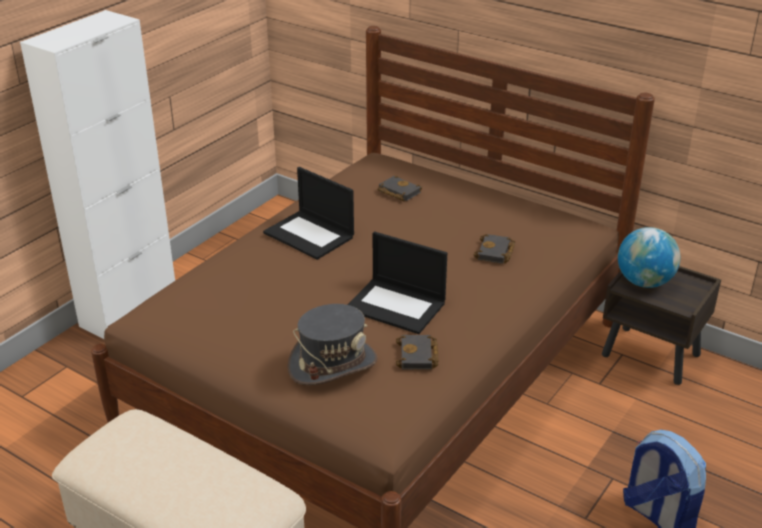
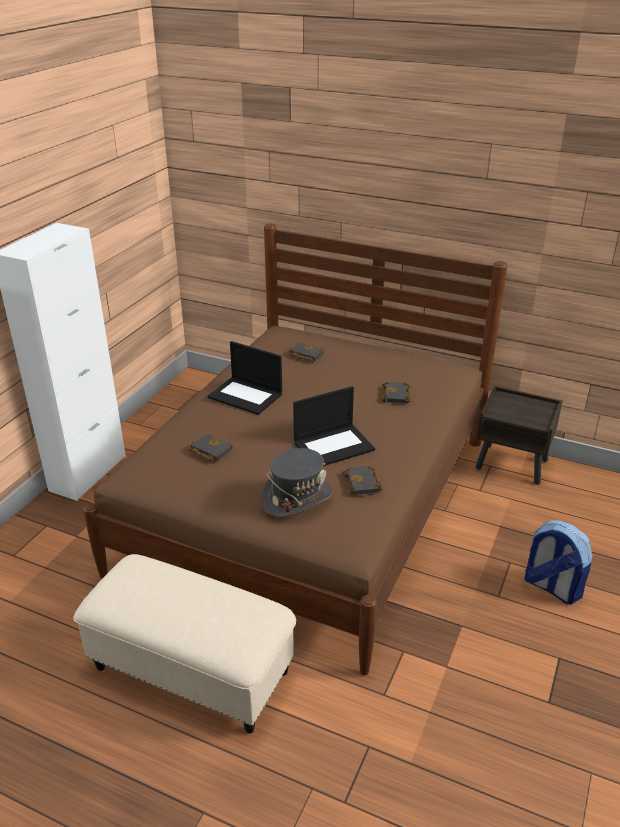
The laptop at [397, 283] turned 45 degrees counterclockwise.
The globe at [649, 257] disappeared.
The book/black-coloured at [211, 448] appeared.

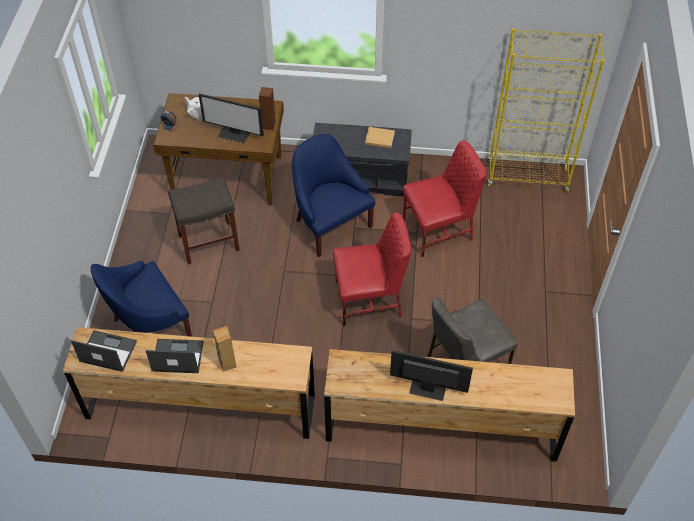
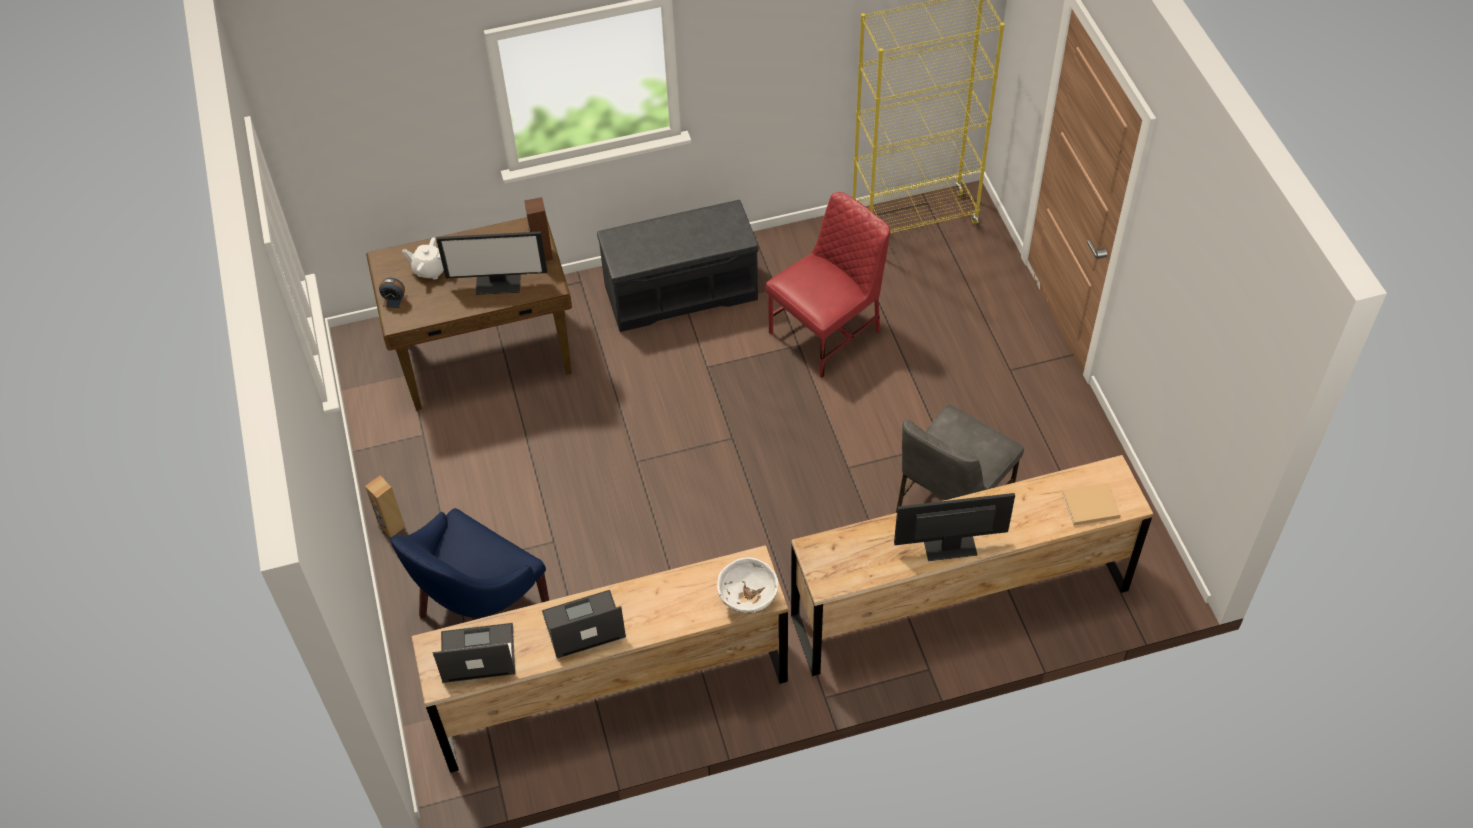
The stool/greyish at [204, 220] disappeared.
The loudspeaker/brownish moved from [224, 349] to [385, 507].
The armchair/blue at [333, 195] disappeared.
The upright chair/red-coloured at [372, 269] disappeared.
The book/sand-coloured moved from [380, 137] to [1091, 504].
The deep dish/whitish at [747, 585] appeared.

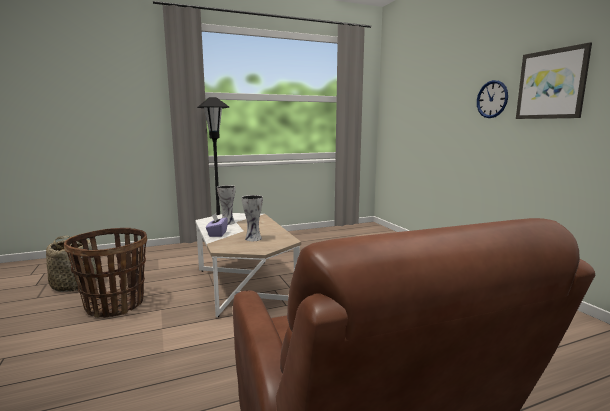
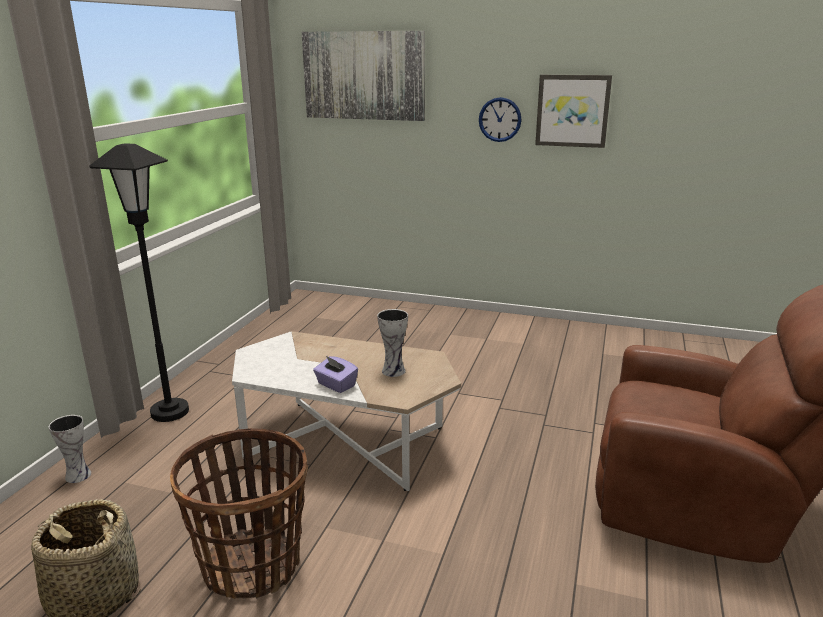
The flower vase moved from [226, 205] to [70, 449].
The wall art at [363, 76] appeared.

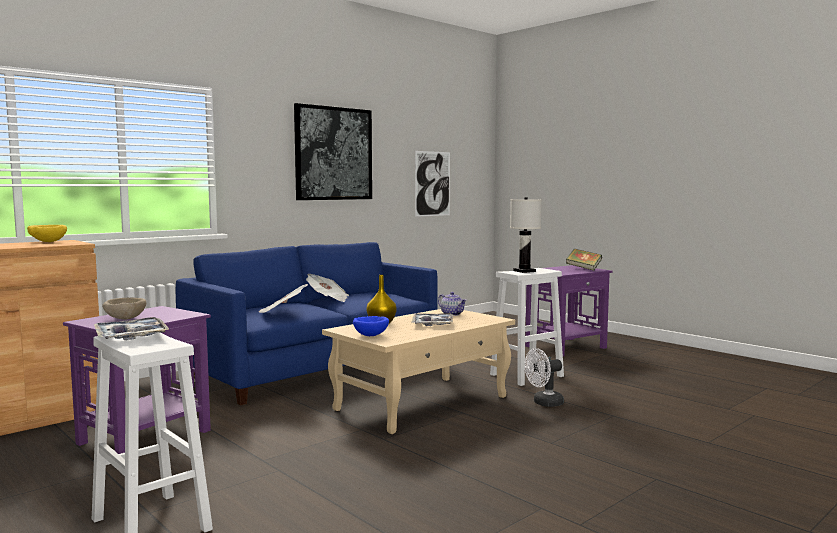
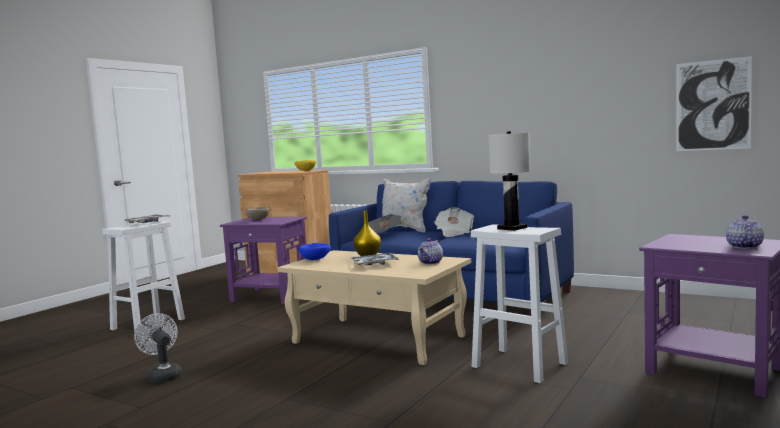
The wall art at [333, 151] disappeared.
The electric fan/whitish moved from [544, 377] to [158, 348].
The book at [584, 260] was replaced by the pot for tea at [745, 232].
The throw pillow/whitish at [407, 205] appeared.

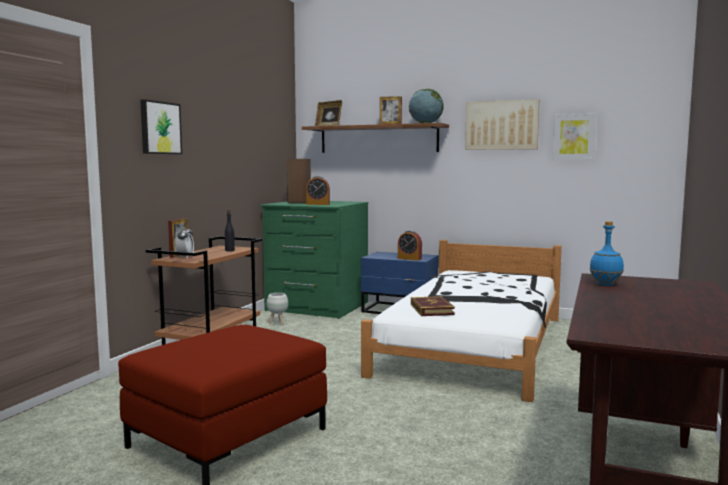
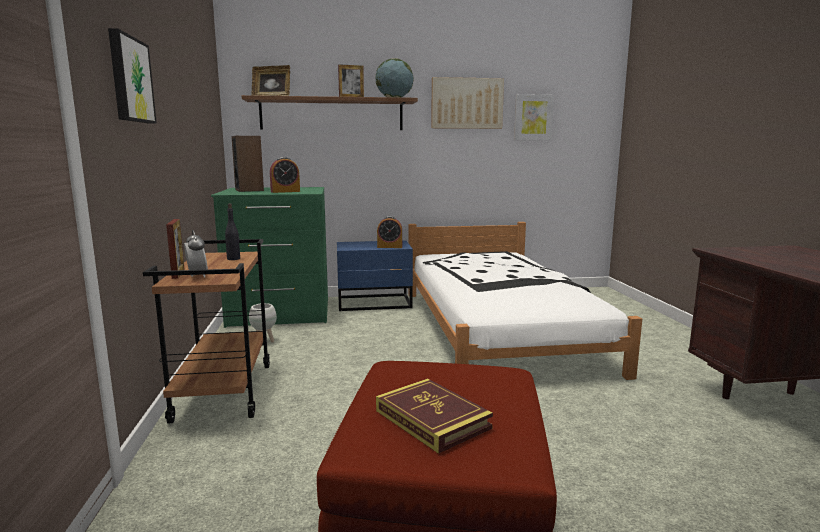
The book moved from [433, 306] to [434, 416].
The bottle/blue at [607, 253] disappeared.

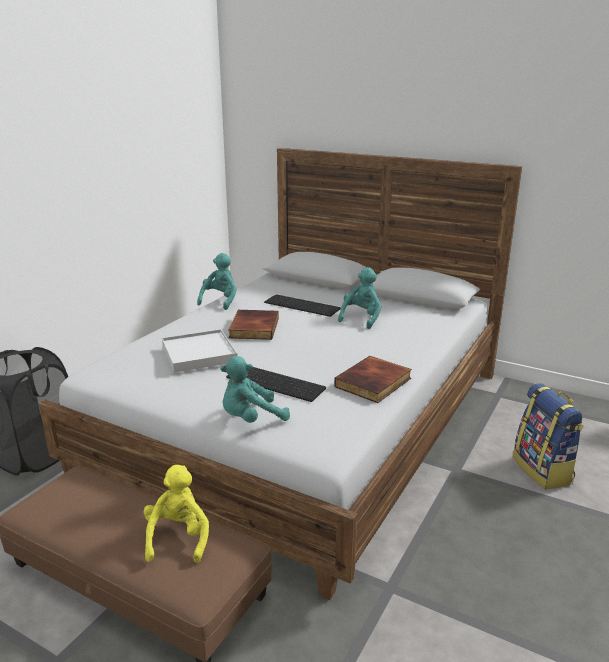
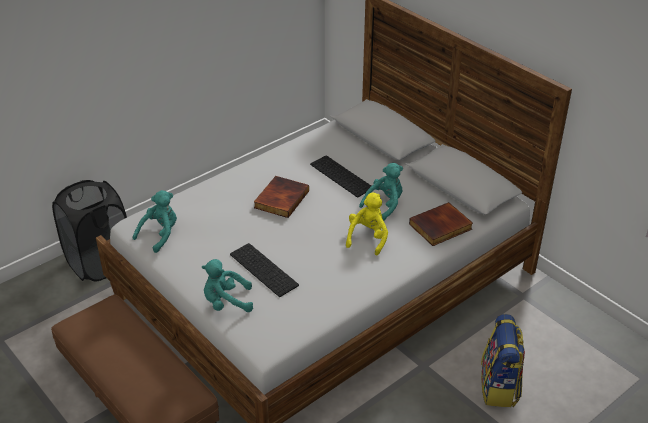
The cuddly toy/yellowish moved from [176, 514] to [367, 223].
The serving tray/whitish at [199, 351] disappeared.
The cuddly toy/turquoise moved from [217, 281] to [155, 221].
The book moved from [373, 379] to [441, 224].

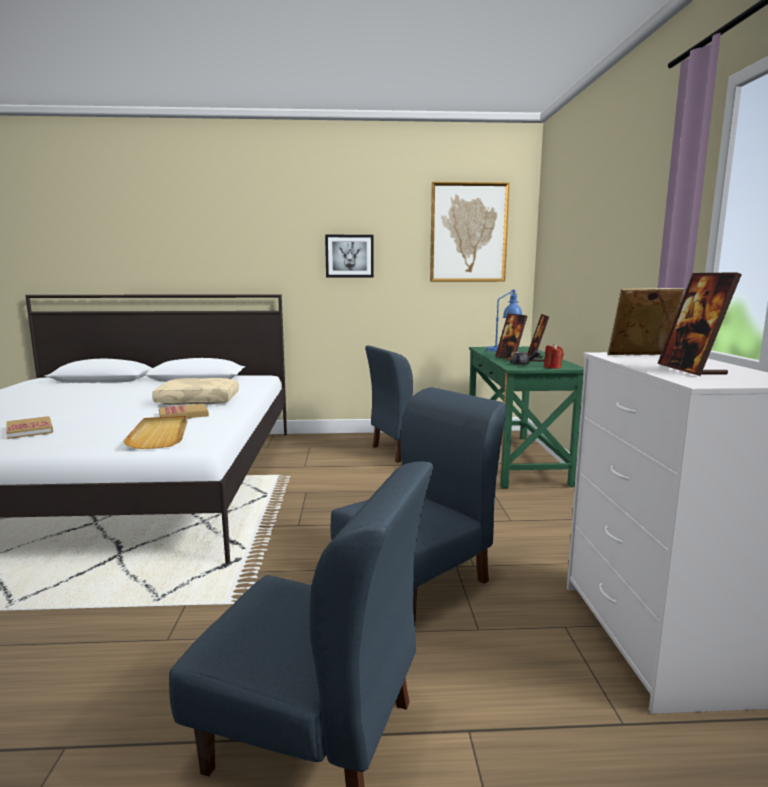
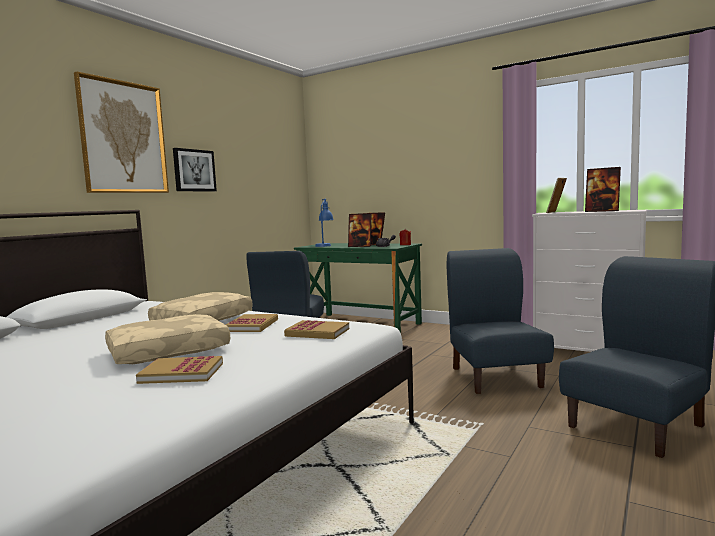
The serving tray/sand-coloured at [155, 432] was replaced by the book at [316, 329].
The wall art moved from [470, 232] to [121, 132].
The throw pillow/sand-coloured at [167, 339] appeared.

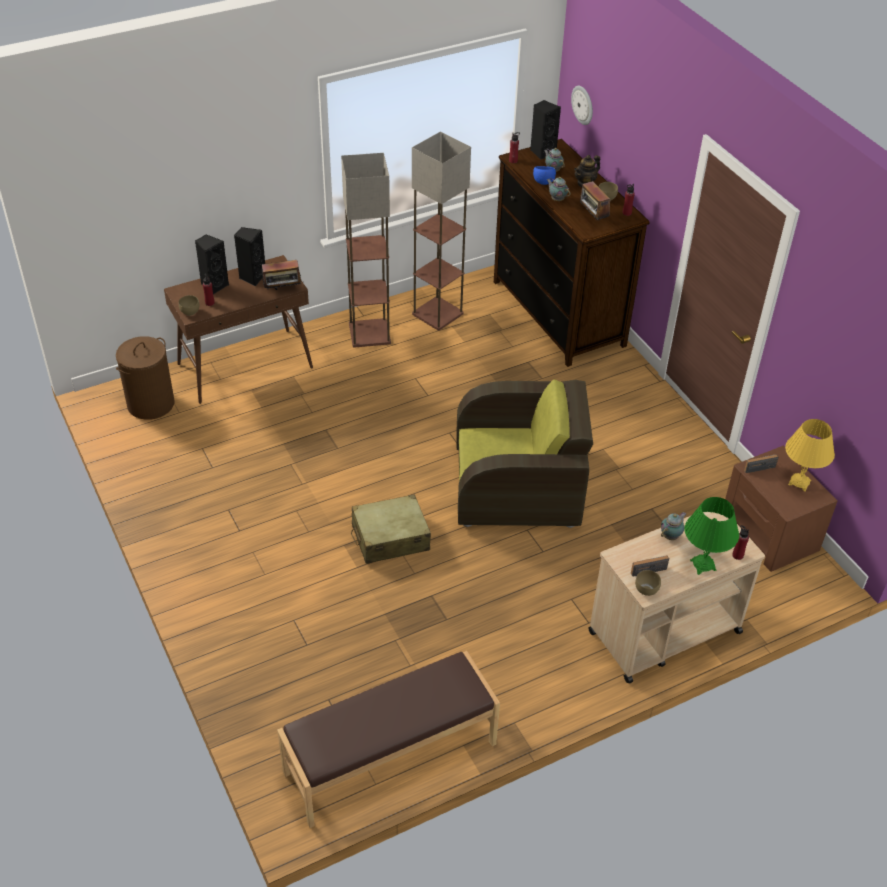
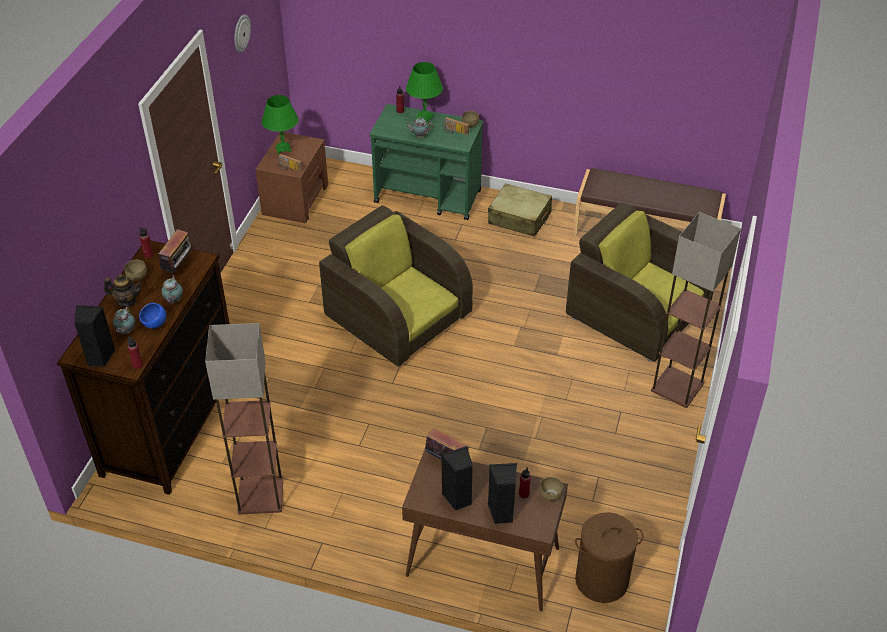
The floor lamp moved from [366, 250] to [696, 310].
The suitcase/sand-coloured moved from [391, 529] to [520, 210].
The clock on the wall moved from [582, 105] to [242, 33].
The wheeled cart/sand-coloured at [676, 597] became the wheeled cart/greenish at [426, 162].
The lamp for a table/yellowish at [810, 455] became the lamp for a table/greenish at [280, 124].
The armchair/brownish at [640, 282] appeared.

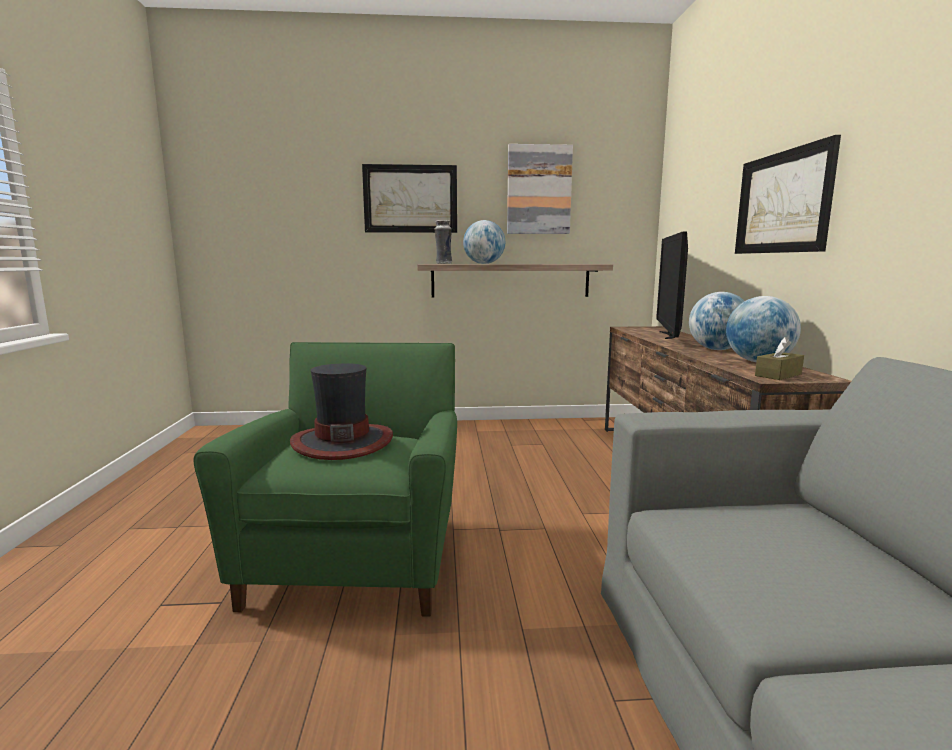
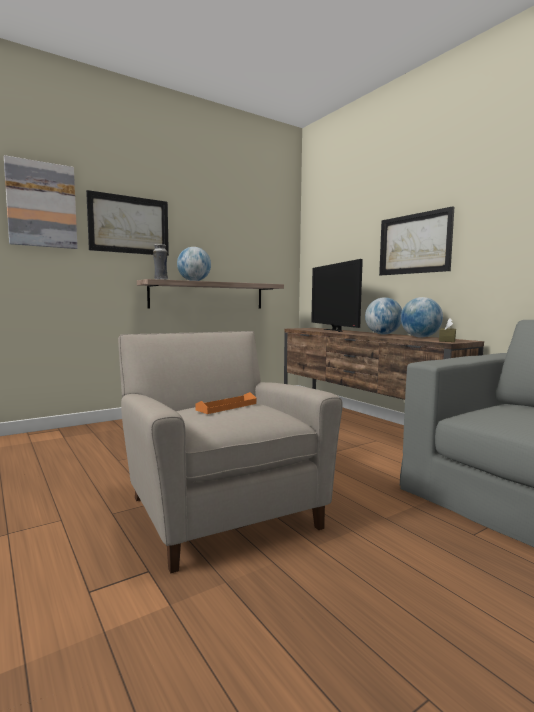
The armchair/greenish at [325, 479] became the armchair/sand-coloured at [230, 452].
The wearable hat at [341, 411] was replaced by the serving tray/orange-coloured at [225, 403].
The wall art moved from [540, 189] to [40, 202].

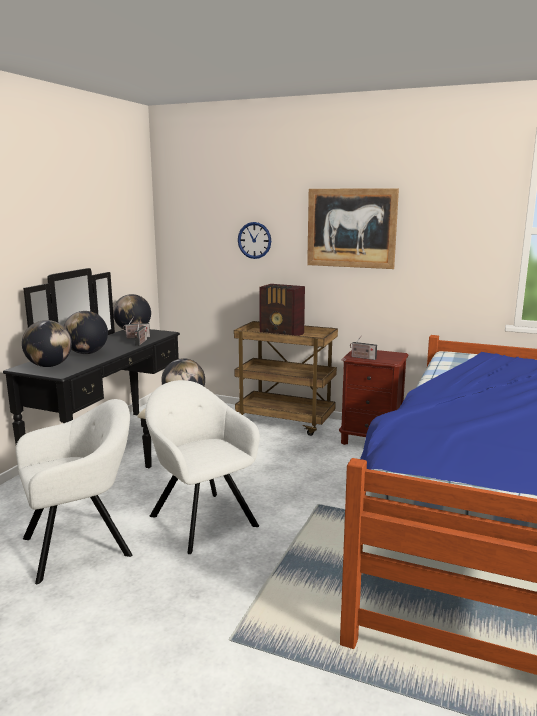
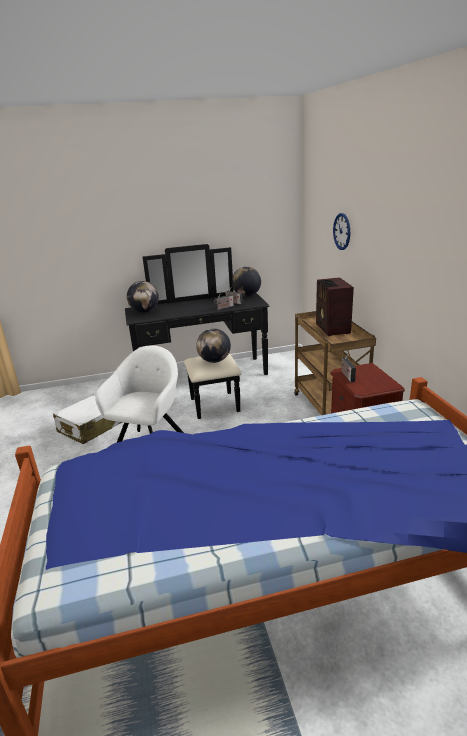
The armchair/whitish at [74, 491] was replaced by the suitcase/whitish at [87, 419].
The globe at [86, 332] disappeared.
The wall art at [353, 228] disappeared.

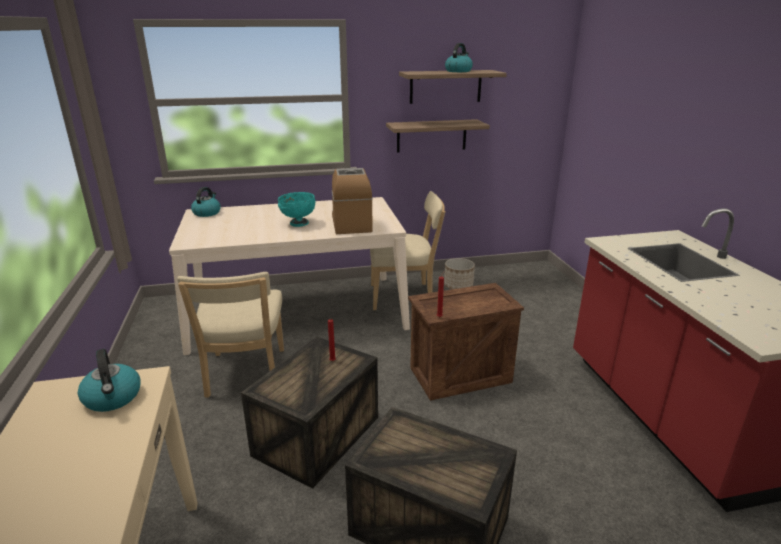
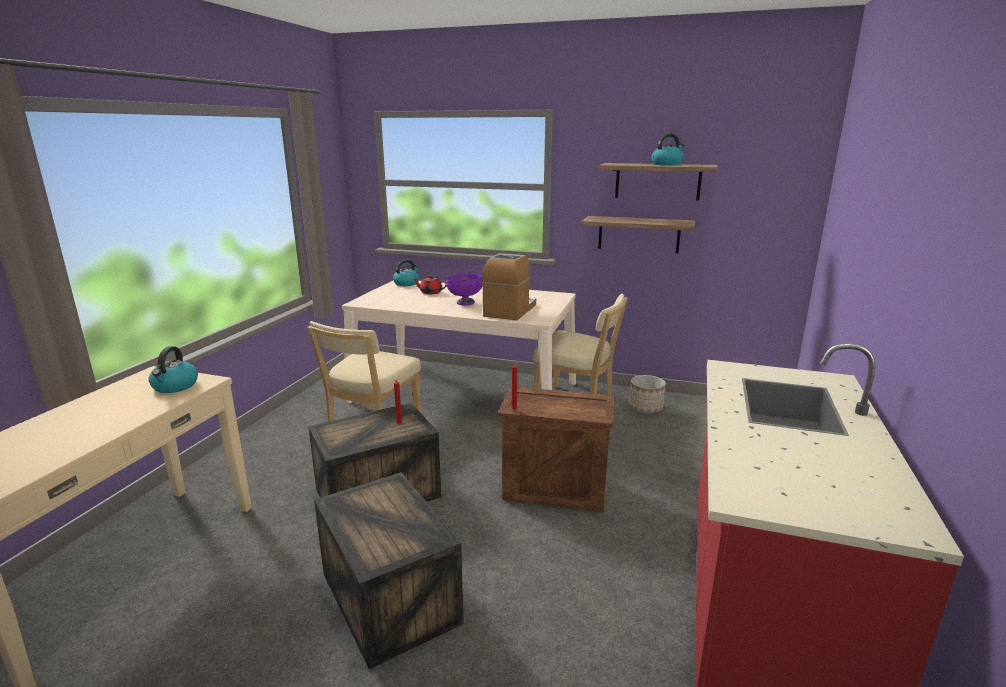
The deep dish/turquoise at [296, 209] became the deep dish/purple-coloured at [464, 289].
The pot for tea/red-coloured at [429, 284] appeared.

